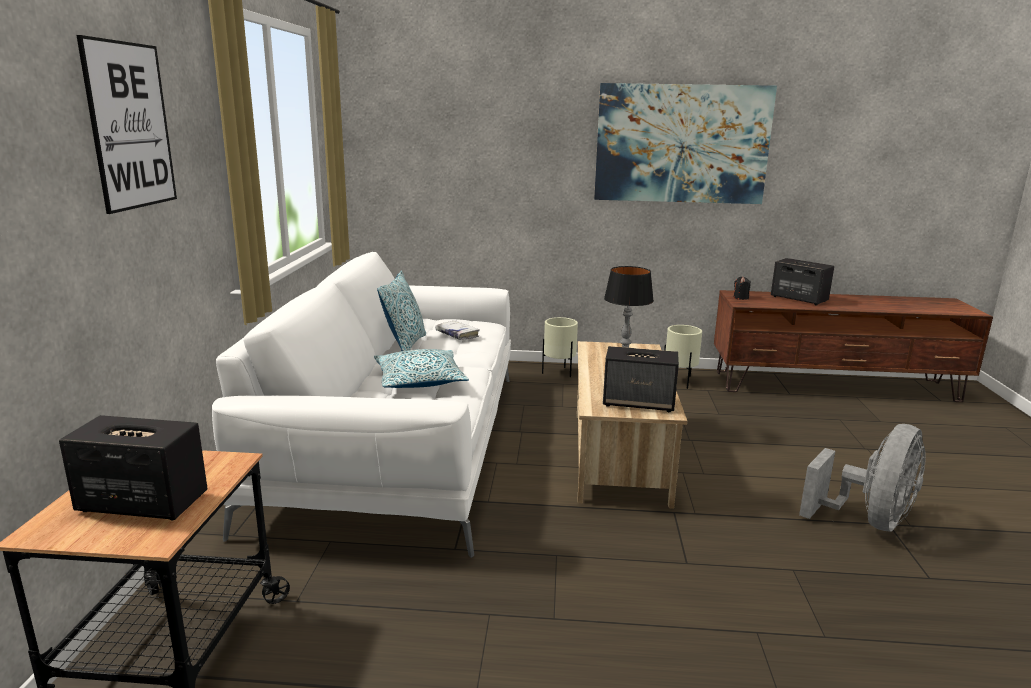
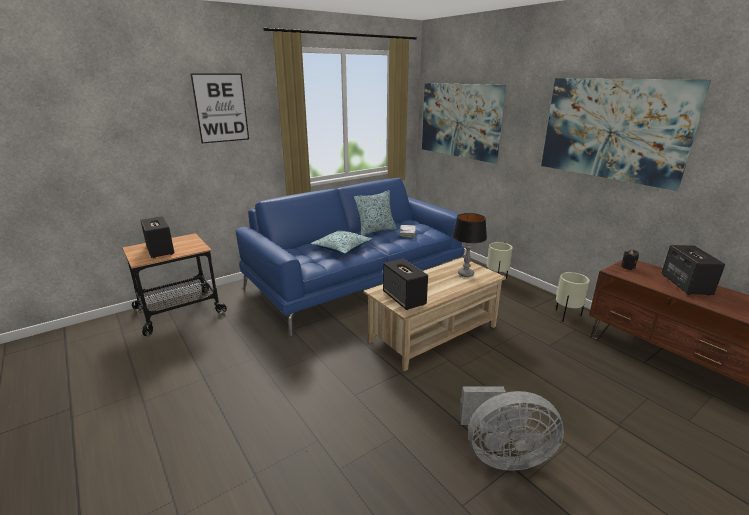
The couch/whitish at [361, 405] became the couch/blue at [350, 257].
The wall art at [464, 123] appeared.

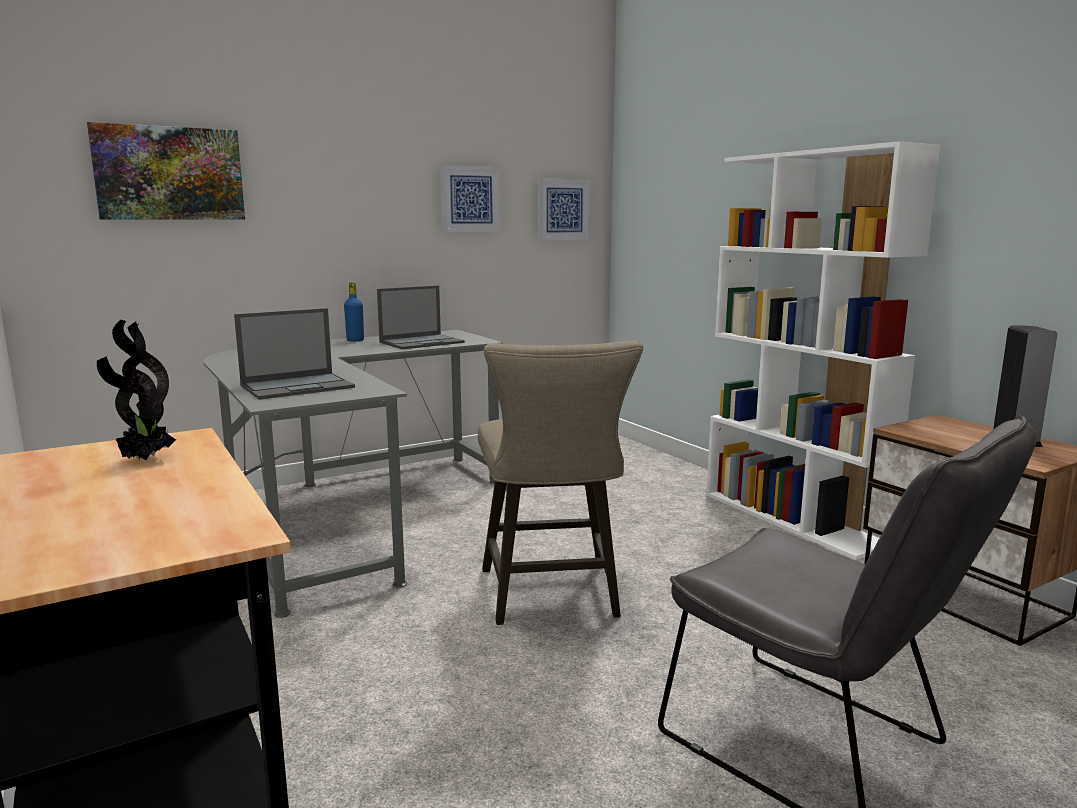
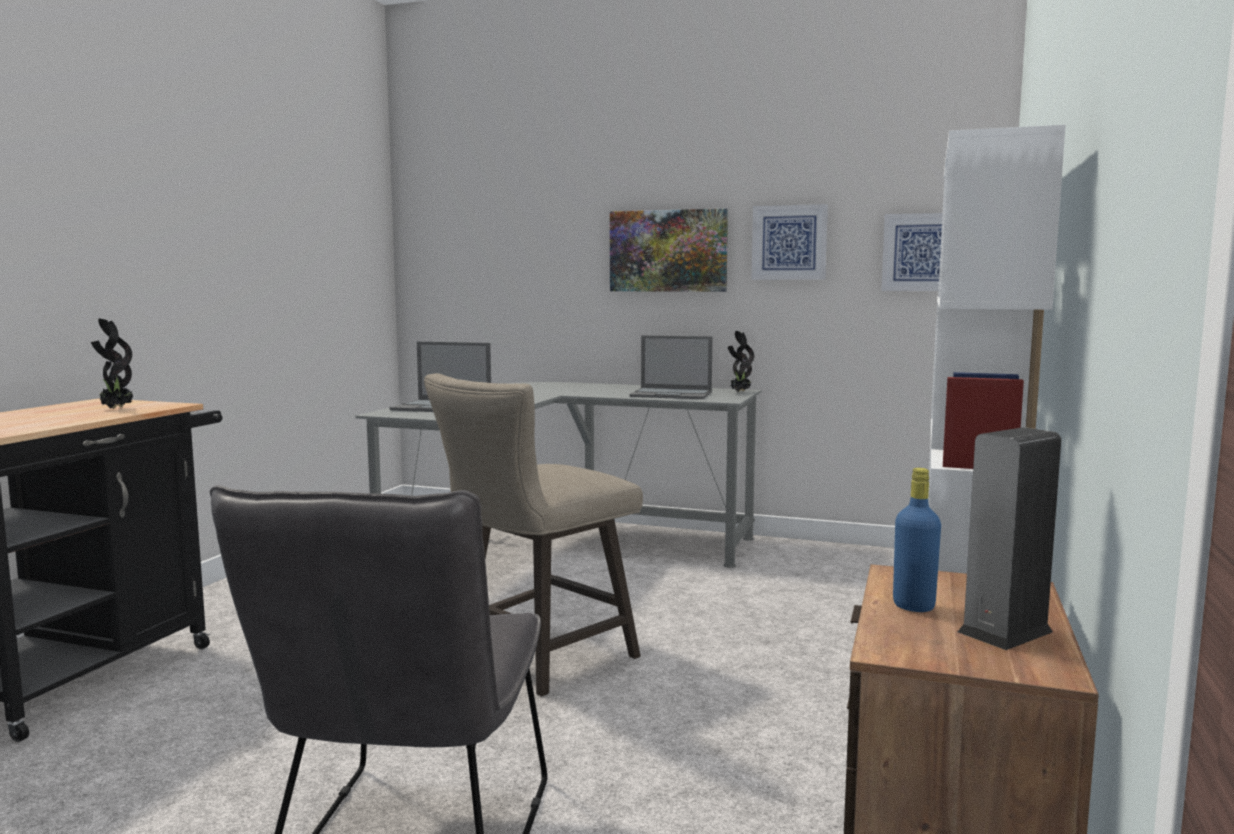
The wall art moved from [166, 171] to [669, 250].
The bottle/blue moved from [354, 311] to [917, 540].
The potted plant at [741, 361] appeared.

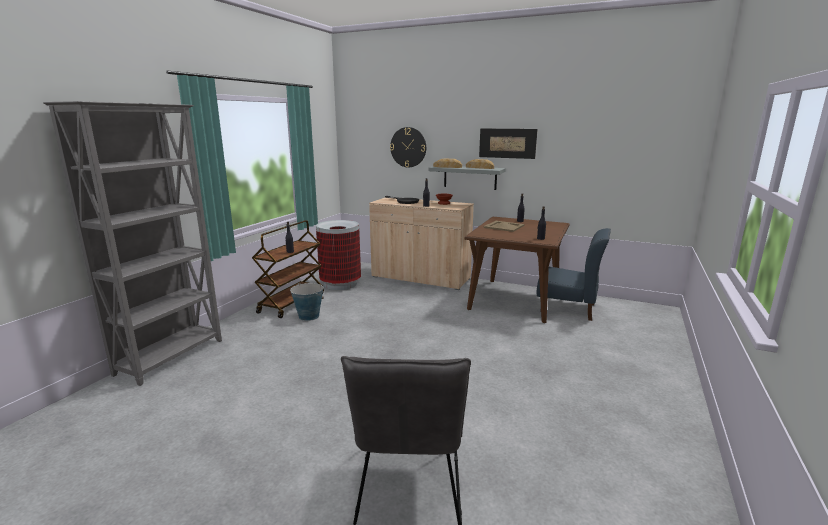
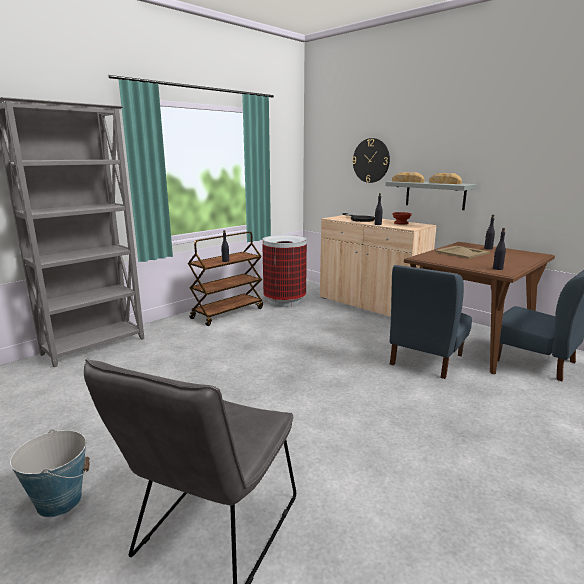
The water bucket moved from [307, 302] to [50, 473].
The wall art at [508, 144] disappeared.
The upright chair/blue at [431, 322] appeared.

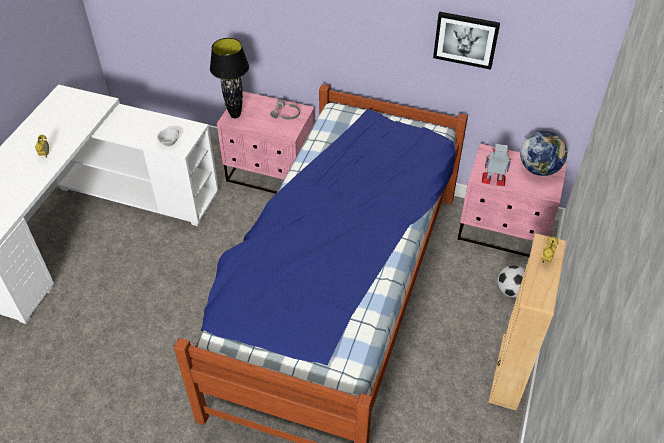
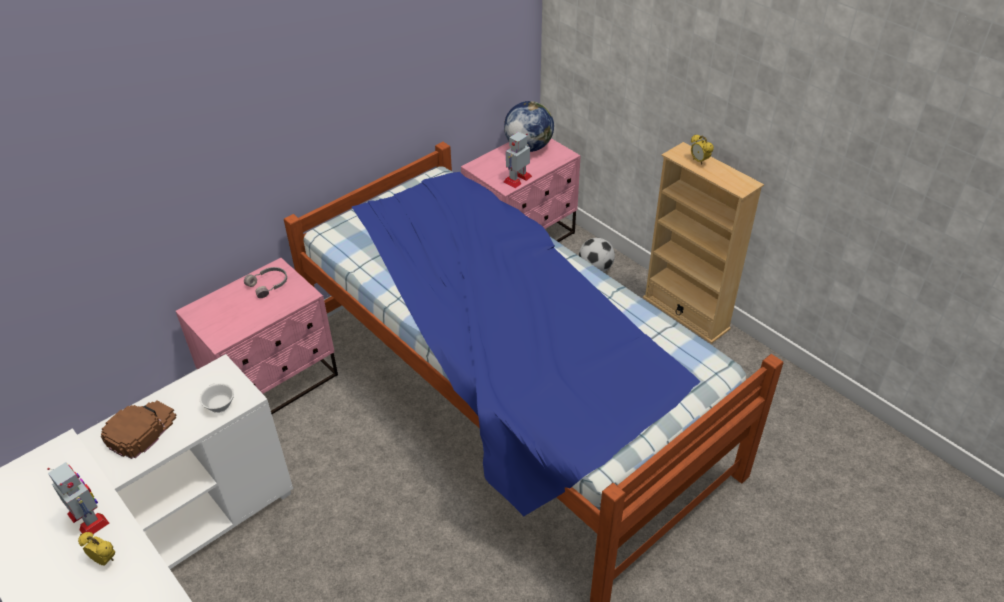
The lamp for a table/black-coloured at [229, 78] disappeared.
The wall art at [466, 41] disappeared.
The toy robot at [78, 498] appeared.
The peaked cap/brownish at [138, 429] appeared.

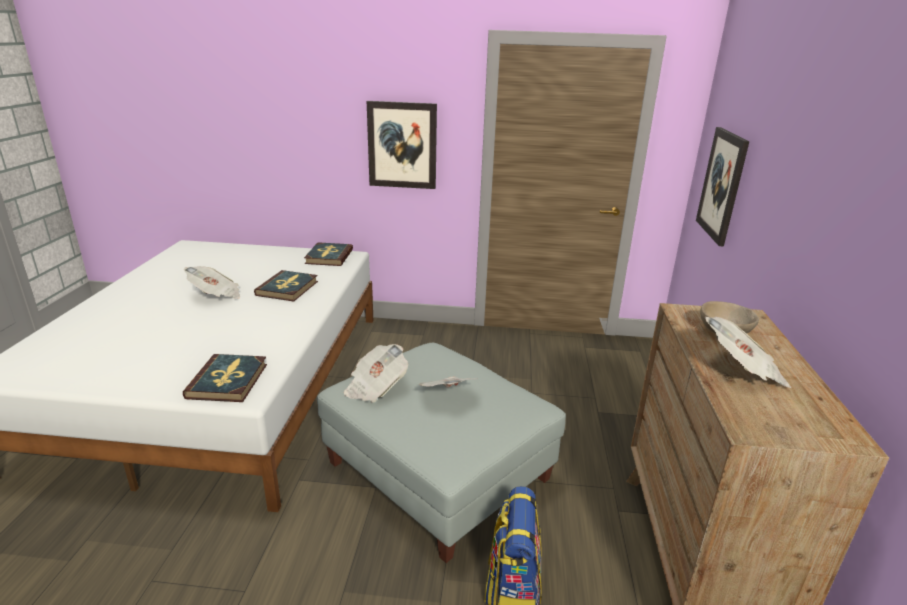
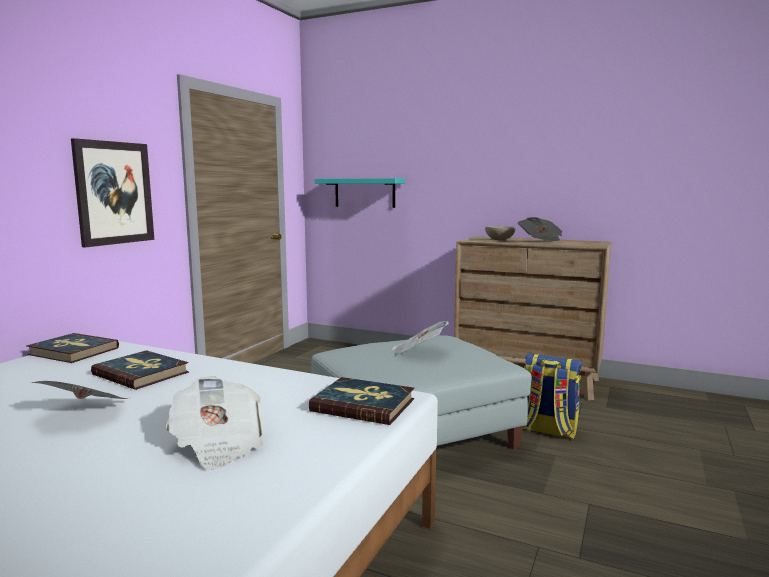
The newspaper moved from [376, 373] to [215, 423].
The wall art at [722, 186] was replaced by the wall shelf/turquoise at [360, 193].

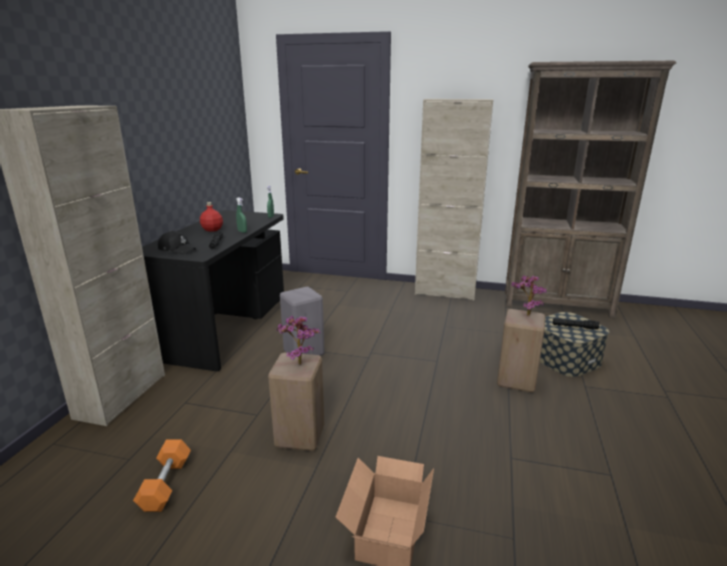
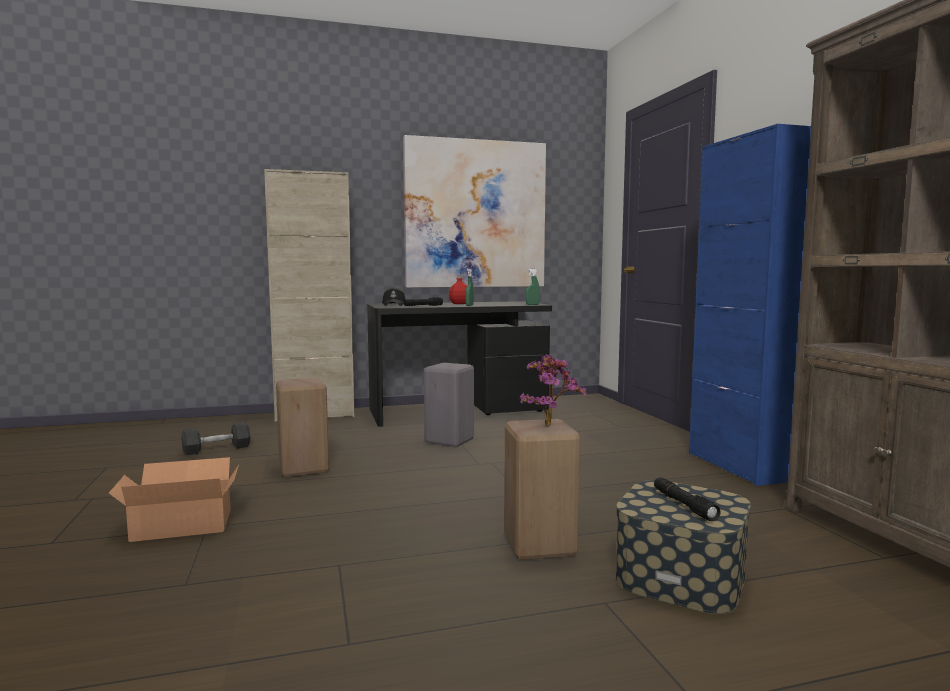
The dumbbell/orange-coloured at [162, 475] became the dumbbell/greyish at [216, 439].
The potted plant at [298, 340] disappeared.
The cabinet/sand-coloured at [454, 199] became the cabinet/blue at [750, 305].
The wall art at [474, 211] appeared.

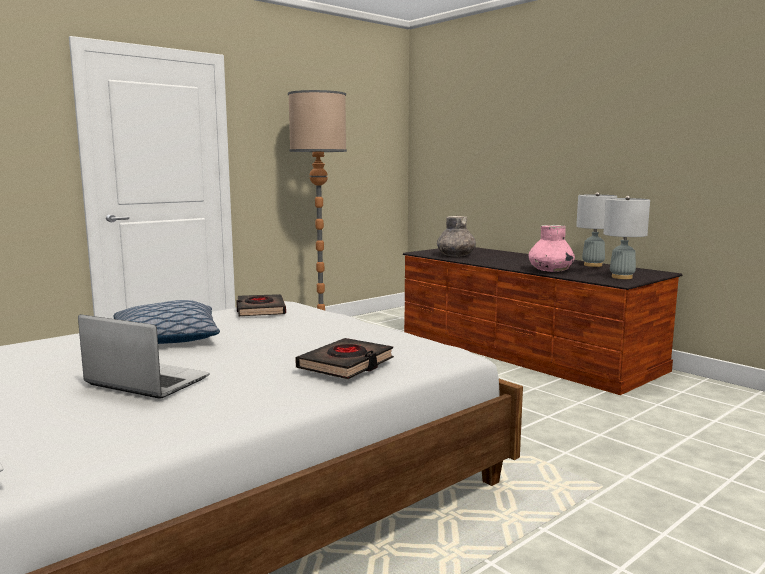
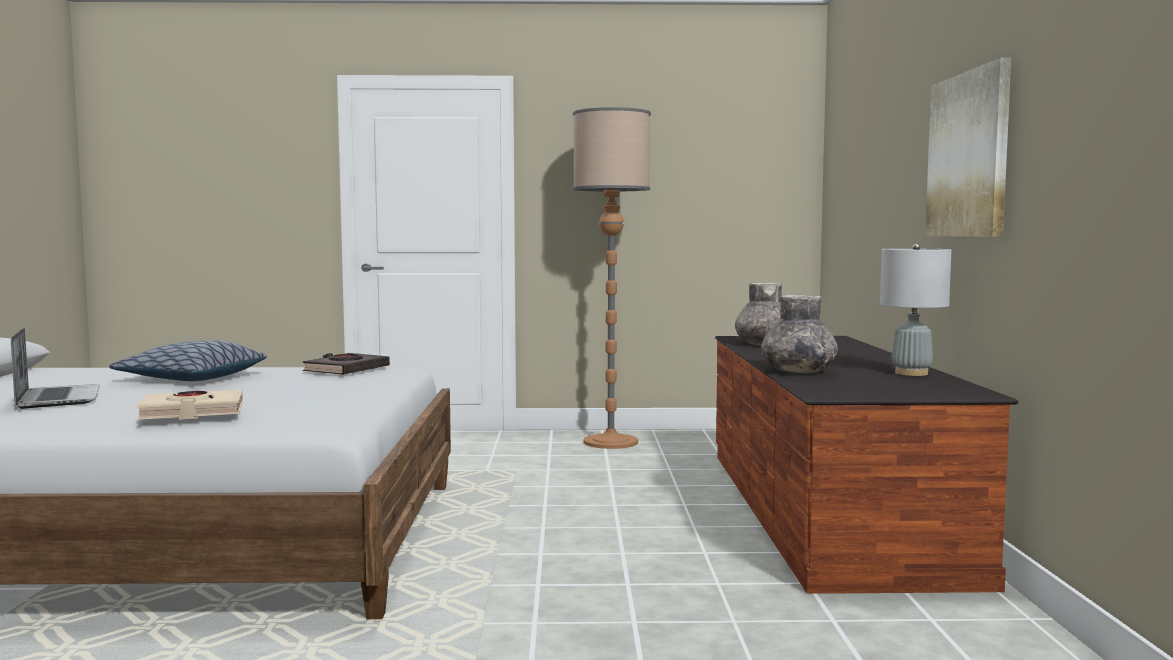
The book/black-coloured at [344, 358] became the book/sand-coloured at [190, 405].
The flower vase/pink-coloured at [552, 248] became the flower vase/greyish at [799, 334].
The lamp for a table/greyish at [626, 237] disappeared.
The wall art at [968, 147] appeared.

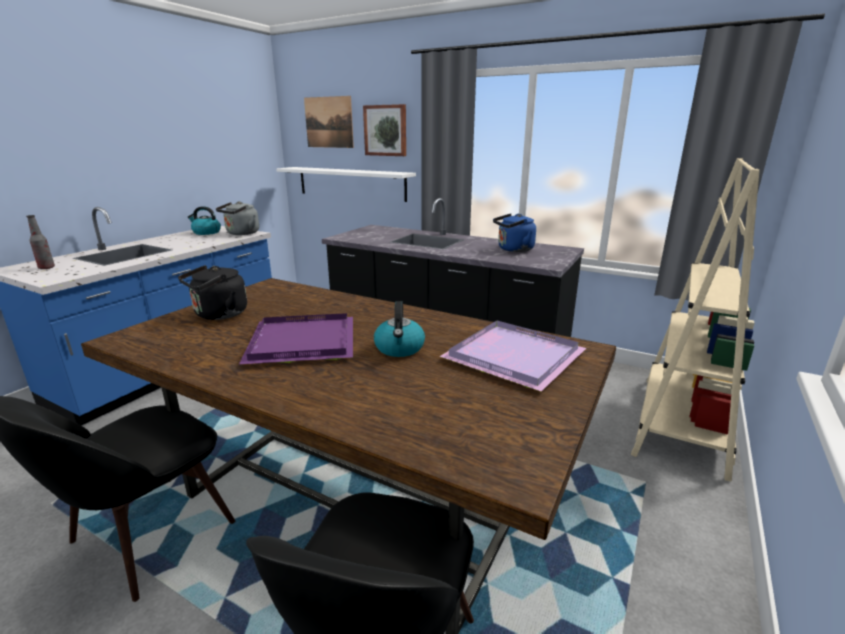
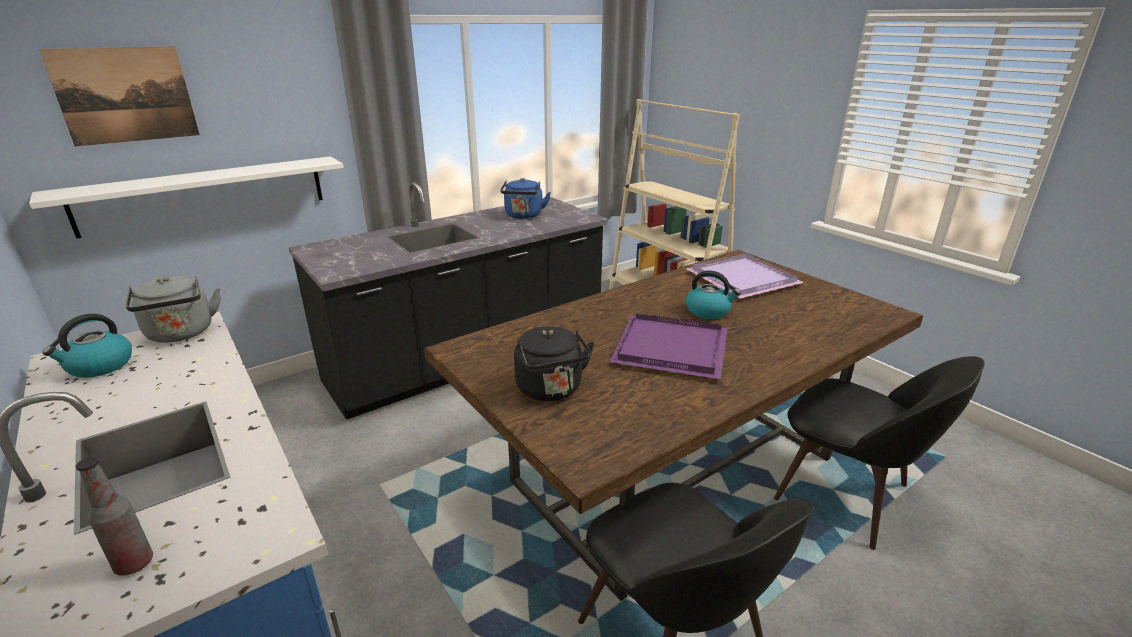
The wall art at [384, 130] disappeared.

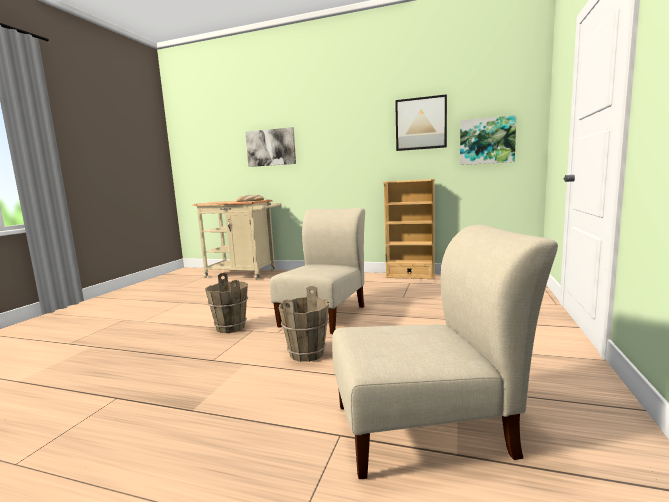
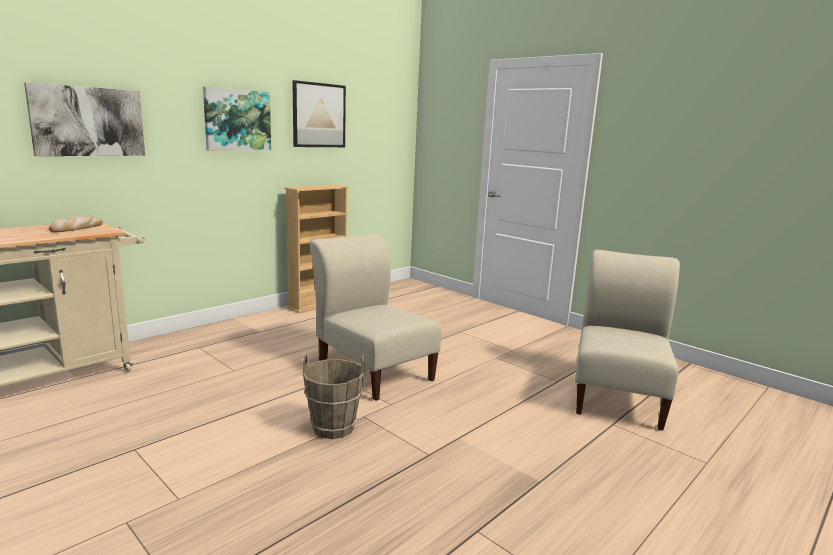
The water bucket/brownish at [304, 324] disappeared.
The wall art moved from [488, 140] to [237, 119].

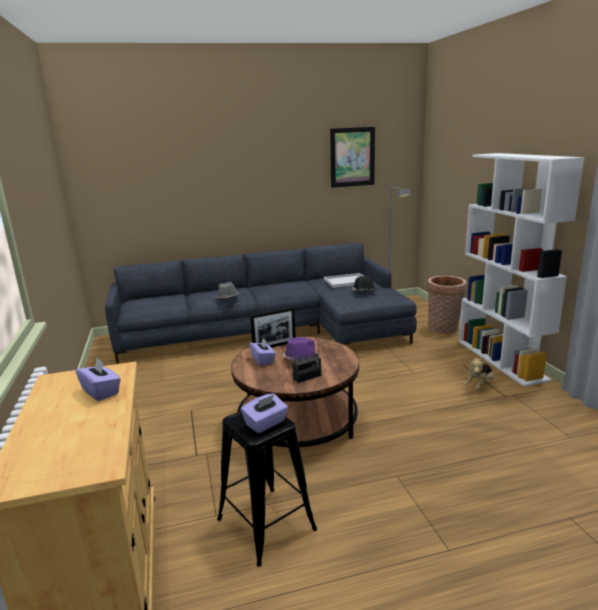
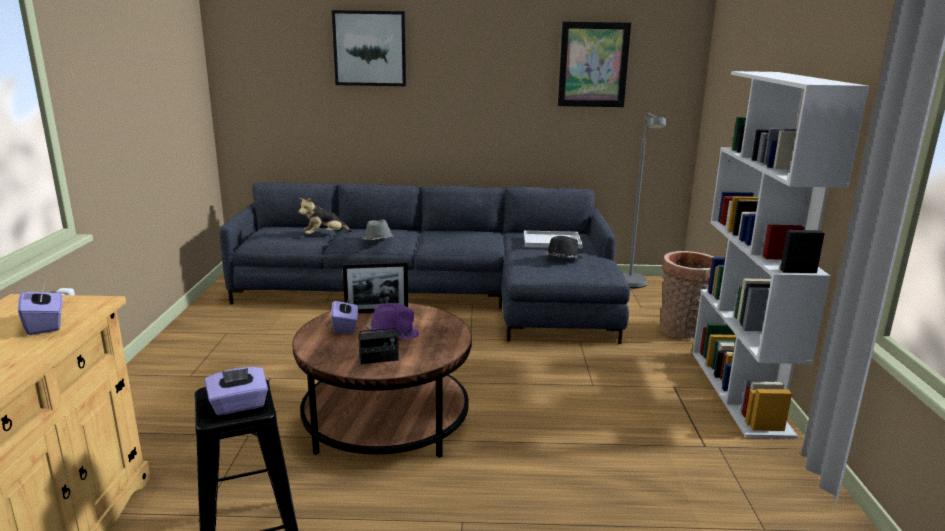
The cuddly toy moved from [479, 373] to [326, 216].
The wall art at [369, 48] appeared.

